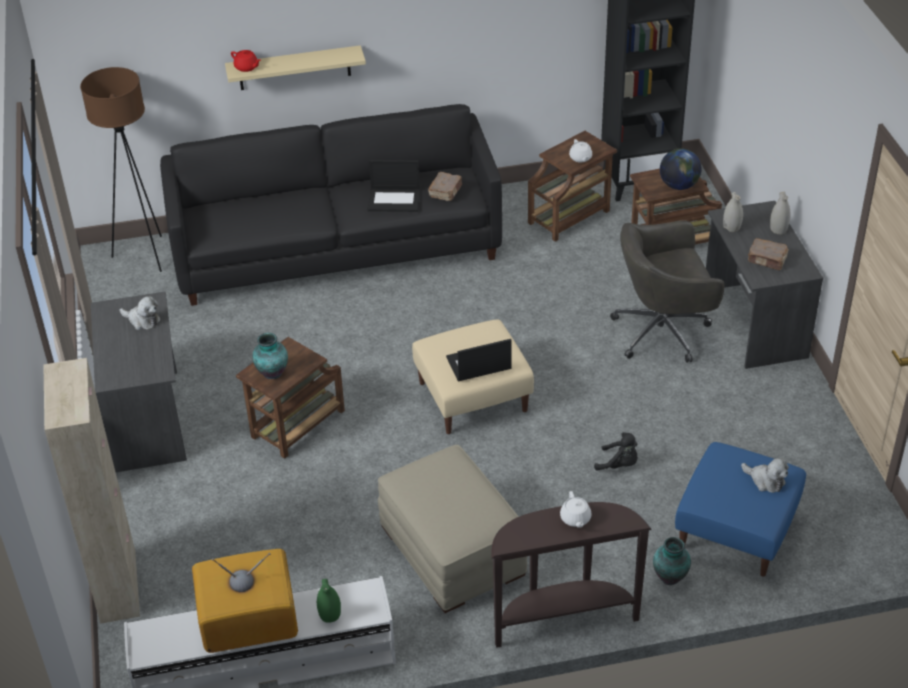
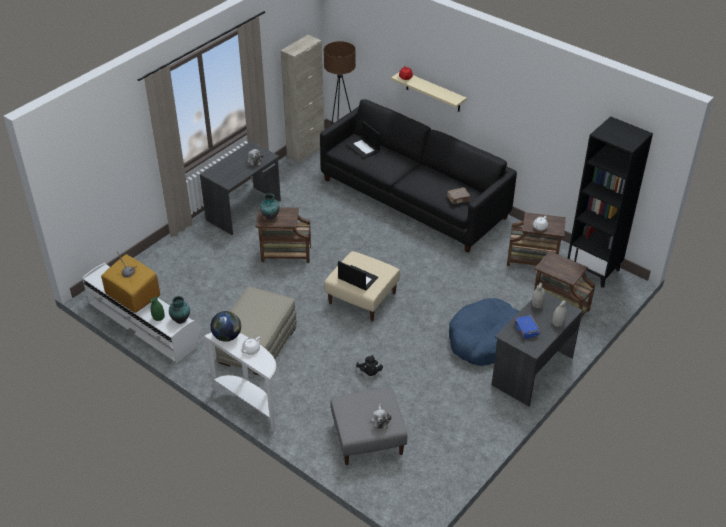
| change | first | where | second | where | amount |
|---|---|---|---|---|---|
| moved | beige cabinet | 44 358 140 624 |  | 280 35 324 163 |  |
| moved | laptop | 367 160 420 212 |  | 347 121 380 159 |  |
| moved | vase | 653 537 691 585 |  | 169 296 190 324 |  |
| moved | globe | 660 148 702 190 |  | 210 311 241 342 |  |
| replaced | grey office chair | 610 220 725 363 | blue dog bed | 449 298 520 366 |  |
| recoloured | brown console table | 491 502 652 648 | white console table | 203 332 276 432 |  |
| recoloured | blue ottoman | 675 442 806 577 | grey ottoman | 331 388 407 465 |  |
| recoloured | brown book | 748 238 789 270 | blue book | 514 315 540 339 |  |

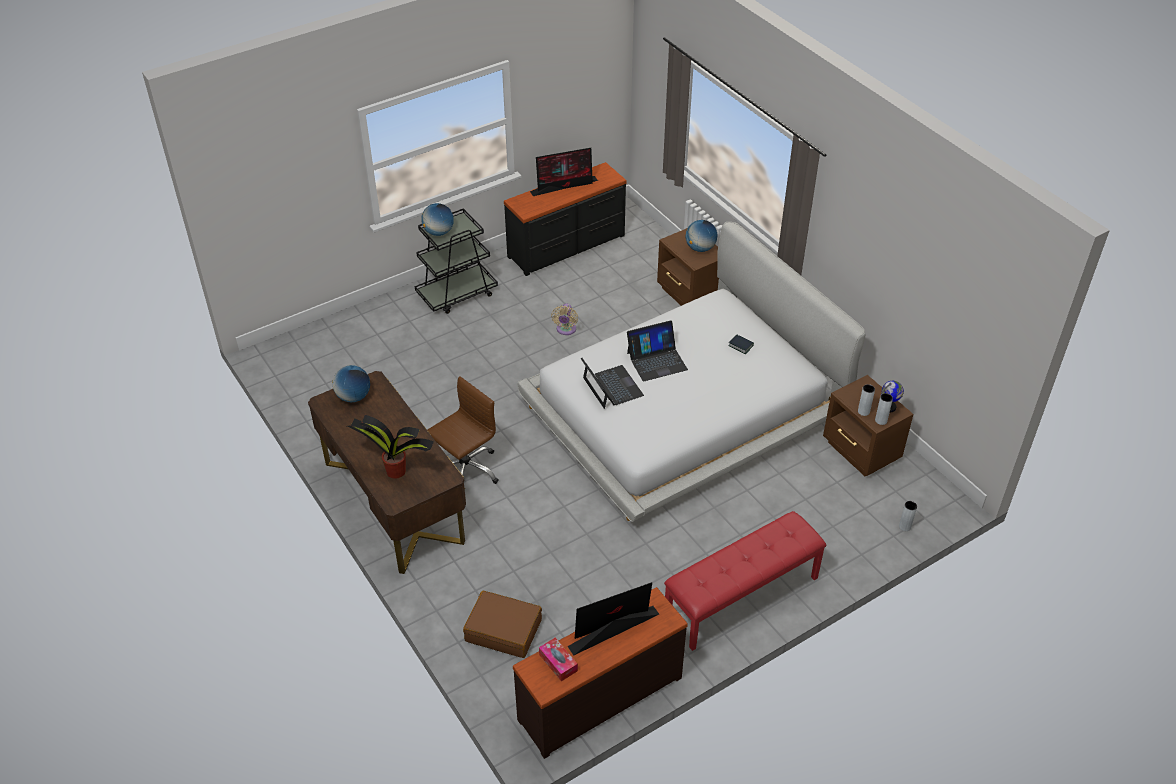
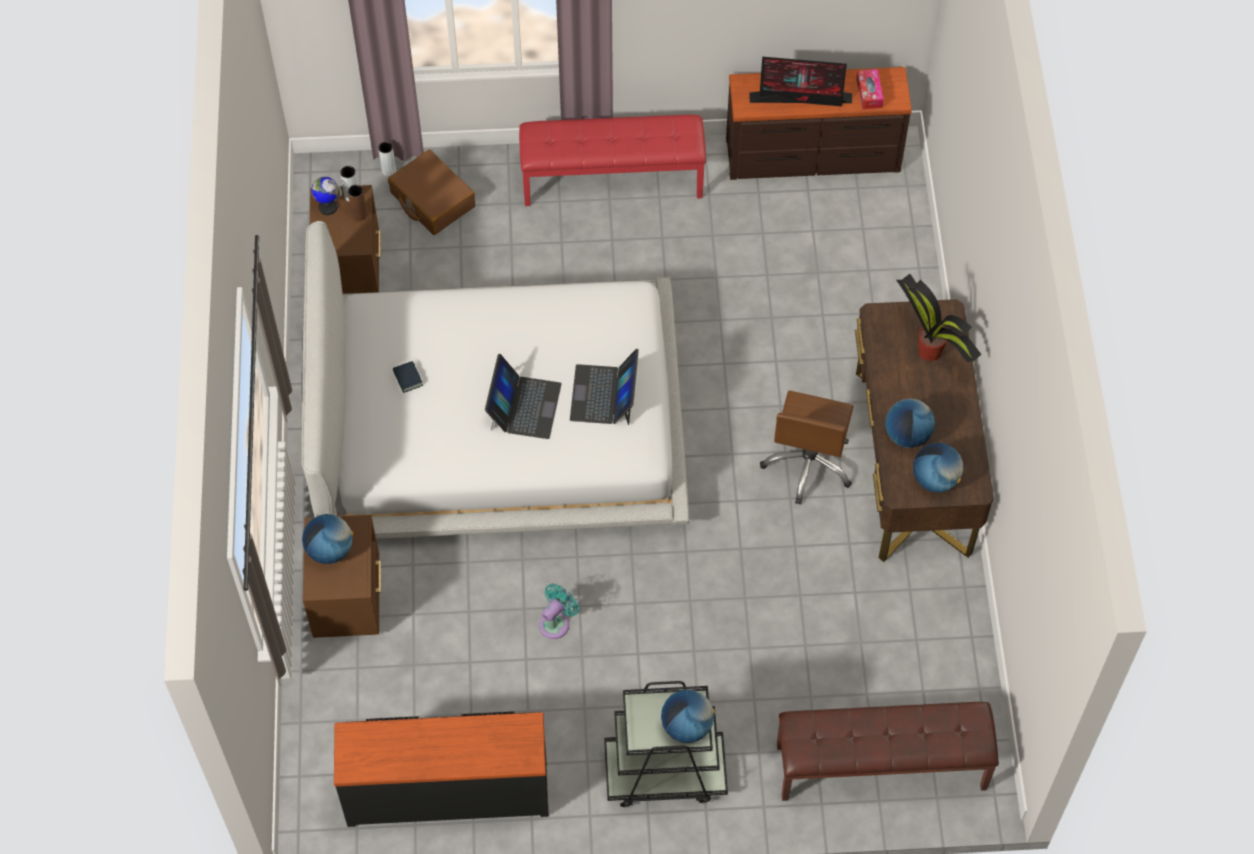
| change | first | where | second | where | amount |
|---|---|---|---|---|---|
| removed | monitor | 530 148 598 196 |  |  |  |
| added |  |  | brown bench | 777 702 999 801 |  |
| added |  |  | globe | 885 399 935 448 |  |
| moved | brown suitcase | 463 591 542 658 |  | 388 150 475 235 |  |
| recoloured | beige fan | 551 303 578 335 | turquoise fan | 539 584 579 639 |  |
| recoloured | grey vase | 858 384 875 416 | brown vase | 348 185 367 221 |  |
| turned | brown office chair | 428 376 499 484 |  | 760 391 853 505 | 60 degrees counterclockwise |
| turned | laptop | 627 320 688 381 |  | 485 354 562 439 | 90 degrees clockwise |

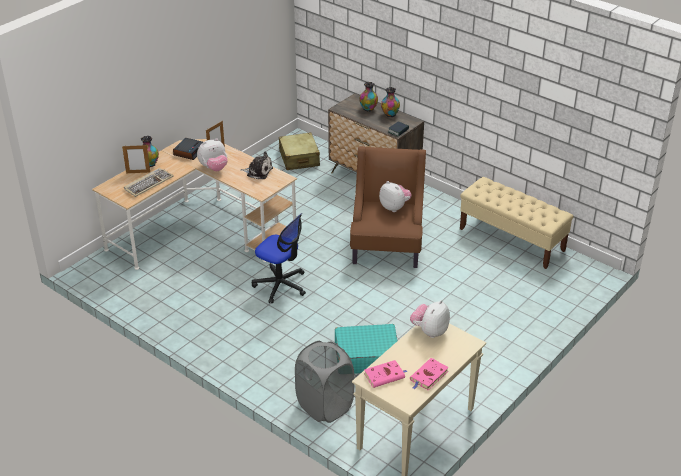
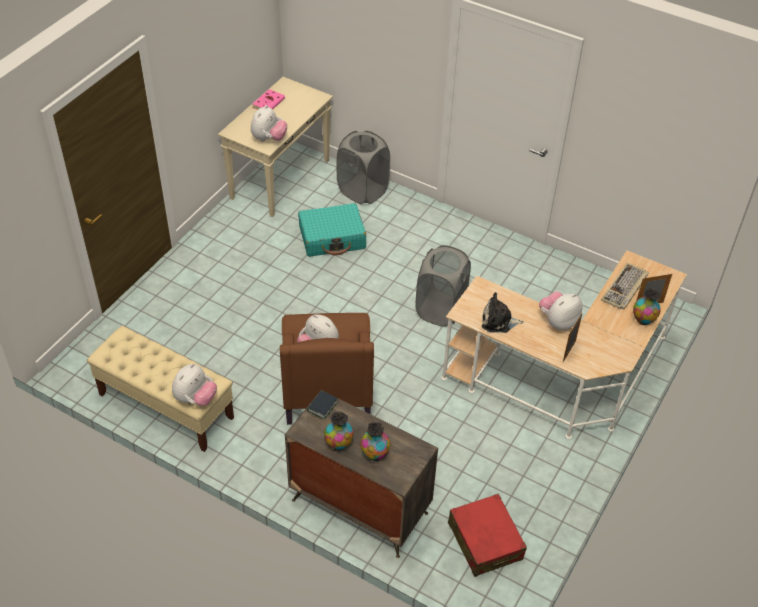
| change | first | where | second | where | amount |
|---|---|---|---|---|---|
| removed | alarm clock | 173 138 203 160 |  |  |  |
| removed | pink book | 364 360 408 388 |  |  |  |
| added |  |  | plush toy | 172 364 217 406 |  |
| replaced | office chair | 252 213 306 304 | grey laundry basket | 415 245 471 327 |  |
| recoloured | beige suitcase | 279 132 320 170 | red suitcase | 448 494 527 577 |  |

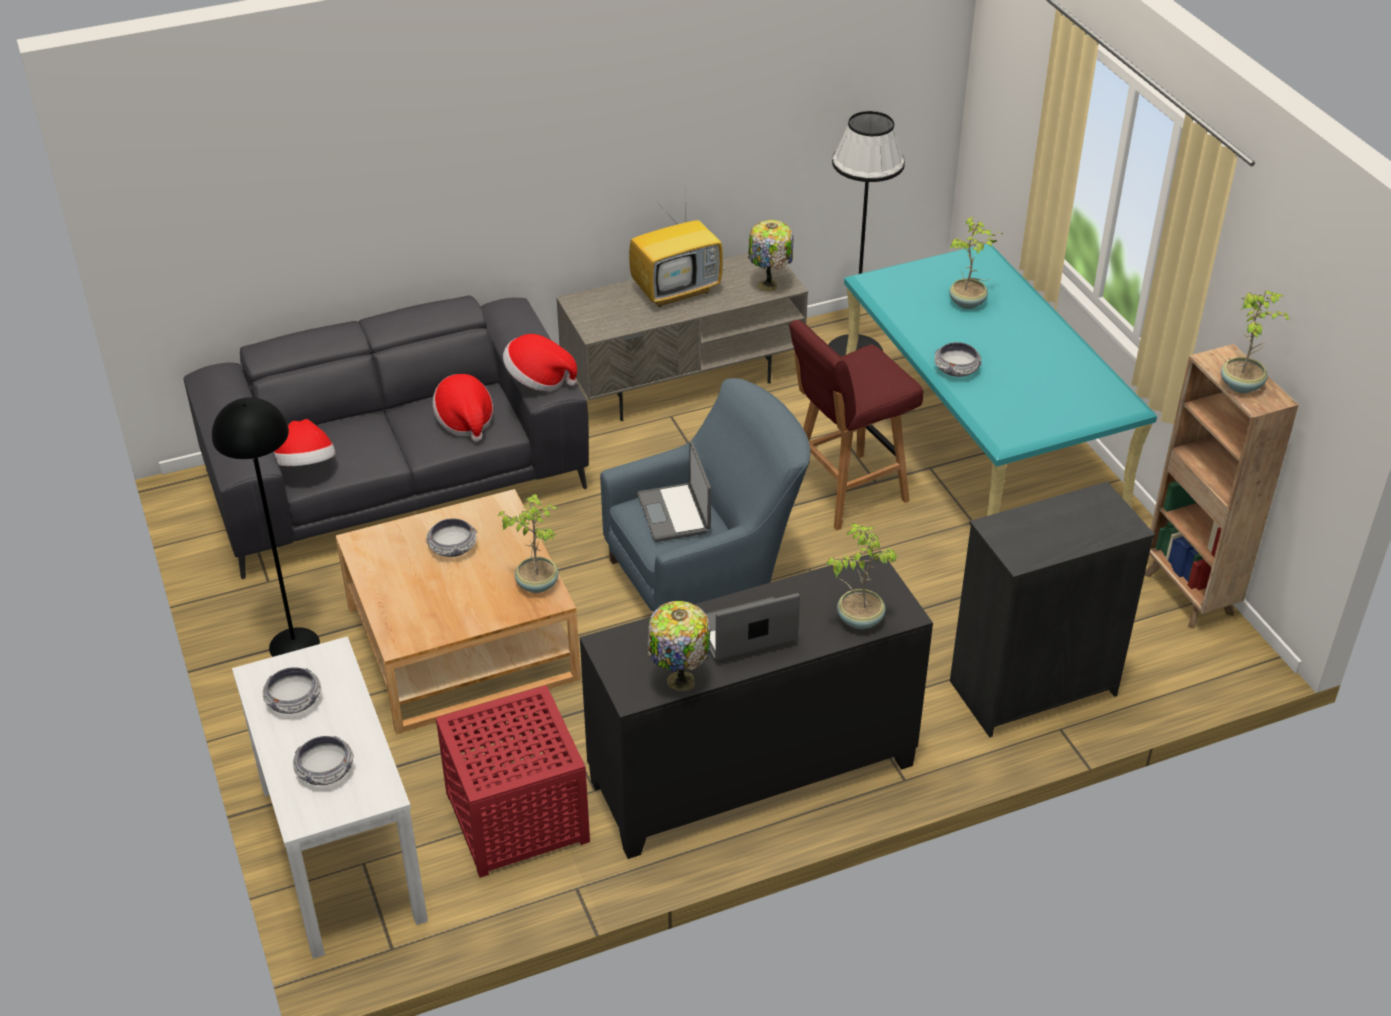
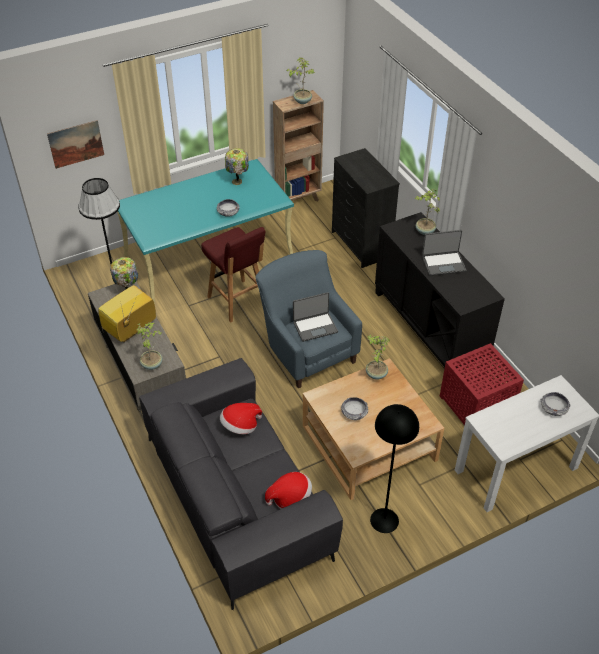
| change | first | where | second | where | amount |
|---|---|---|---|---|---|
| removed | bowl | 263 667 321 714 |  |  |  |
| removed | hat | 503 334 577 391 |  |  |  |
| added |  |  | picture | 47 120 104 169 |  |
| moved | table lamp | 648 601 711 691 |  | 225 148 249 185 |  |
| moved | potted plant | 949 217 1003 309 |  | 136 322 163 370 |  |
| turned | television | 629 199 723 307 |  | 98 285 156 342 | 105 degrees counterclockwise |
| turned | laptop | 706 593 800 663 |  | 422 230 466 276 | 75 degrees counterclockwise |

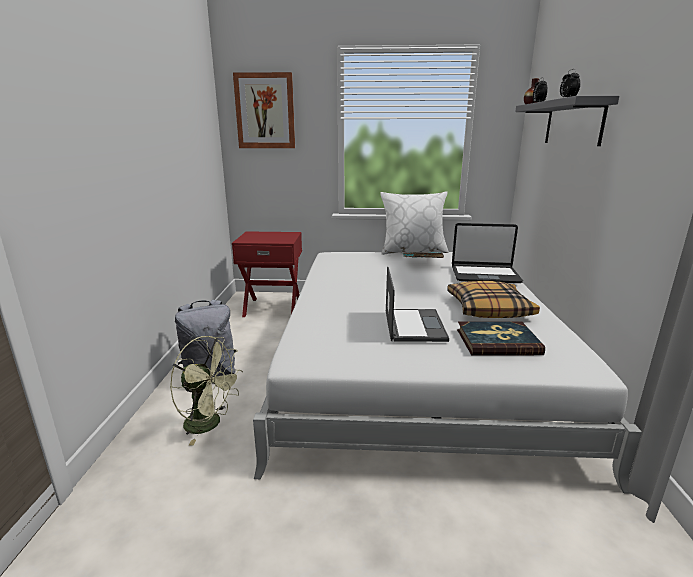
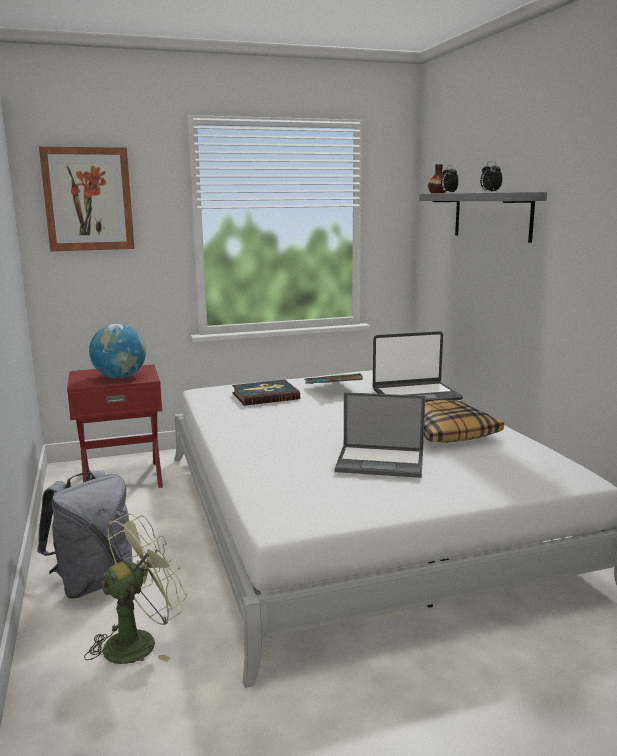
| change | first | where | second | where | amount |
|---|---|---|---|---|---|
| removed | white pillow | 380 191 449 255 |  |  |  |
| added |  |  | globe | 89 324 146 379 |  |
| moved | book | 457 321 545 355 |  | 232 380 300 406 |  |
| turned | green fan | 170 336 243 446 |  | 84 514 187 664 | 45 degrees counterclockwise |
| turned | laptop | 386 267 449 342 |  | 335 392 425 478 | 120 degrees clockwise |

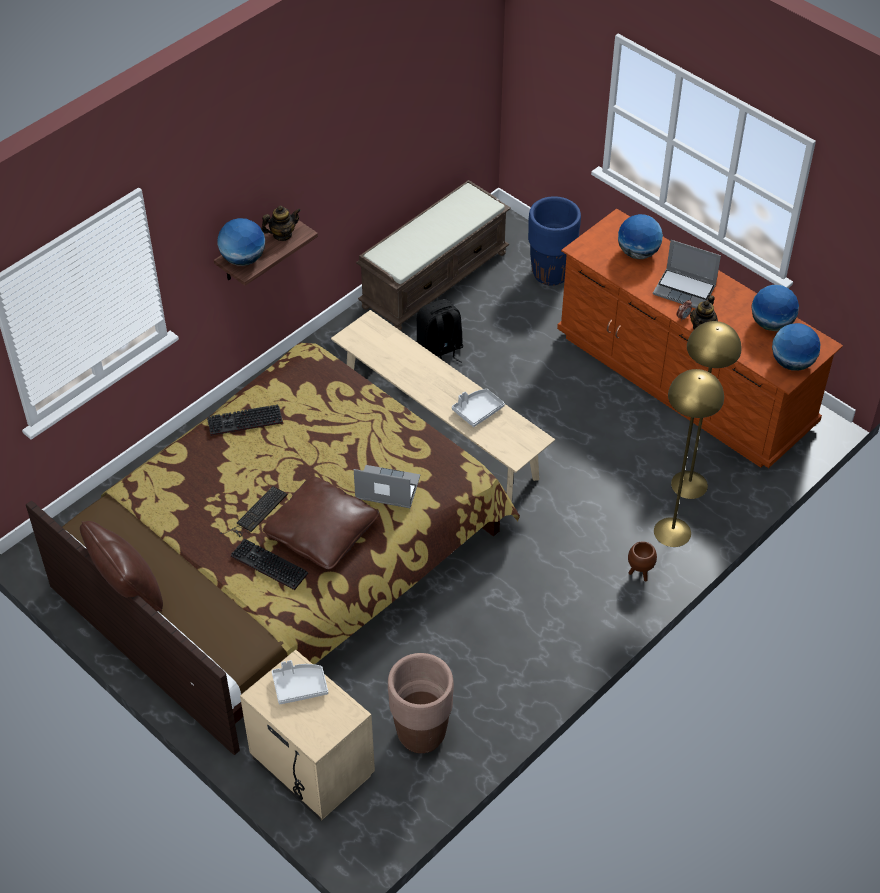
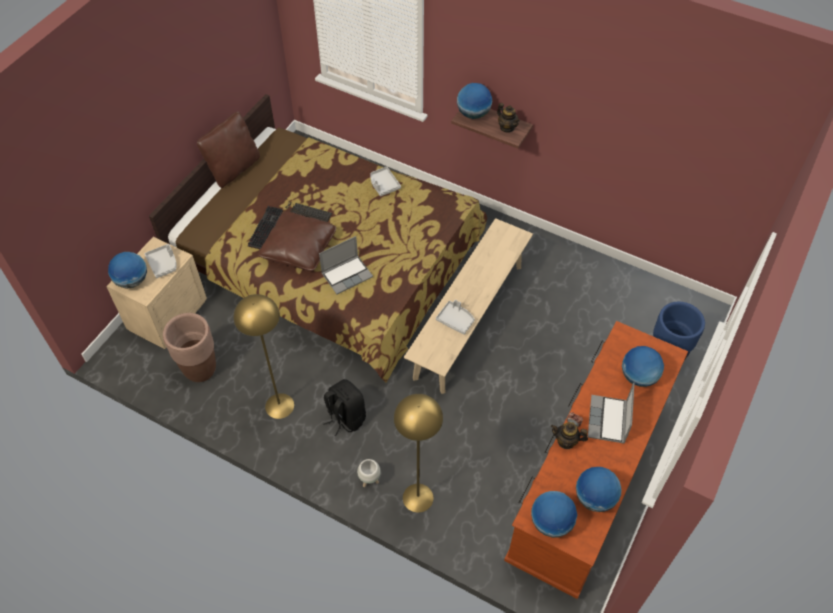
| change | first | where | second | where | amount |
|---|---|---|---|---|---|
| removed | brown bench | 356 180 511 331 |  |  |  |
| added |  |  | globe | 108 252 147 289 |  |
| moved | black backpack | 417 299 463 363 |  | 323 379 366 437 |  |
| moved | yellow floor lamp | 671 321 742 499 |  | 234 294 294 419 |  |
| replaced | keyboard | 207 404 283 436 | grey tray | 370 166 401 196 |  |
| recoloured | brown planter | 628 541 657 582 | white planter | 357 459 381 487 |  |
| turned | laptop | 354 465 420 508 |  | 319 236 373 294 | 60 degrees clockwise |

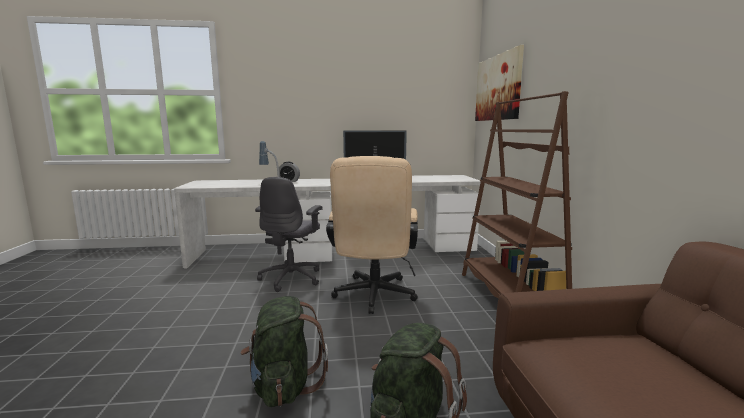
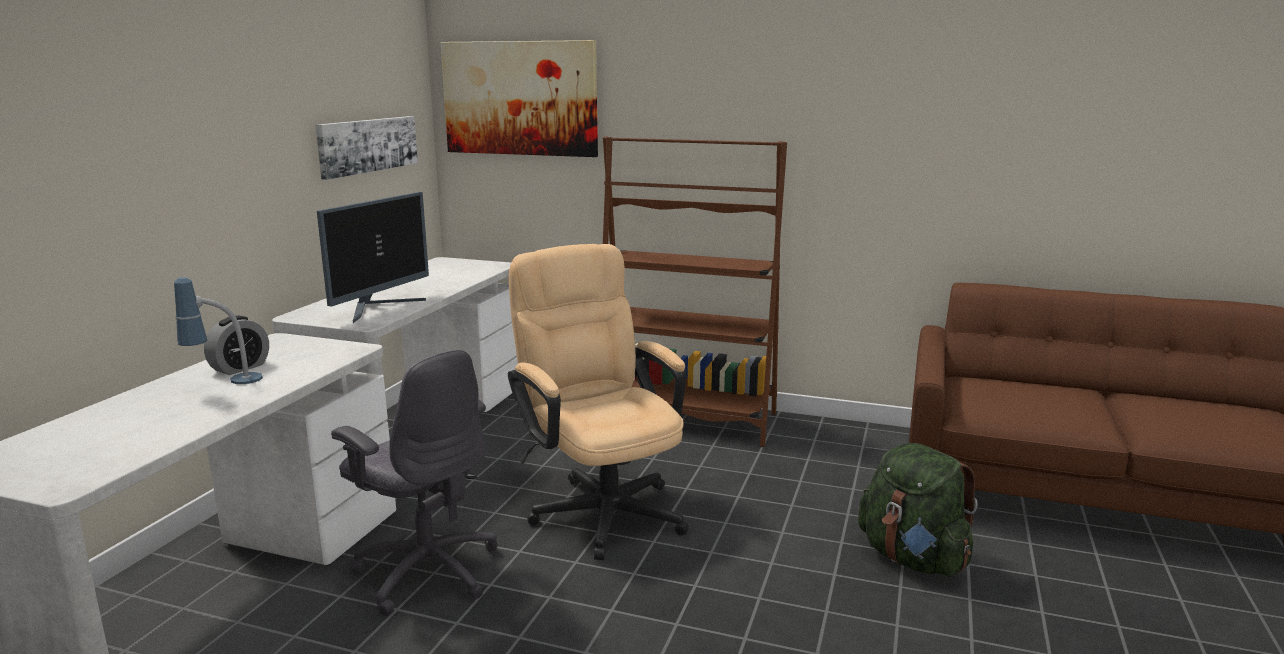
| change | first | where | second | where | amount |
|---|---|---|---|---|---|
| removed | green backpack | 240 296 328 407 |  |  |  |
| added |  |  | picture | 315 116 418 180 |  |
| turned | beige office chair | 326 156 418 314 |  | 508 244 689 560 | 150 degrees counterclockwise |

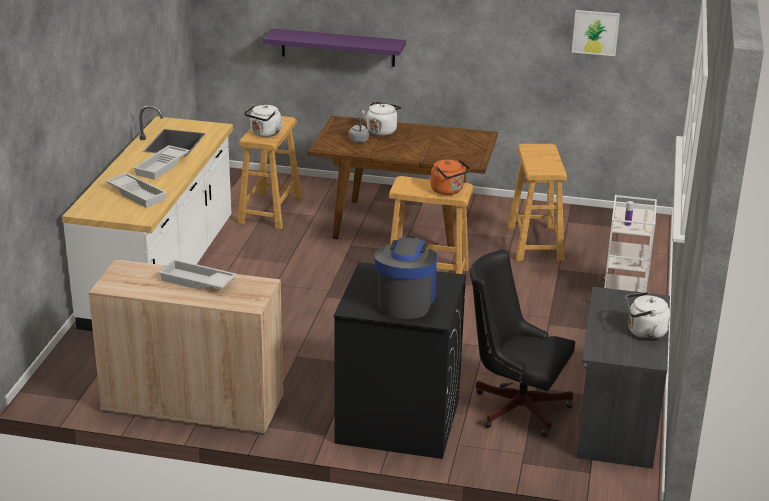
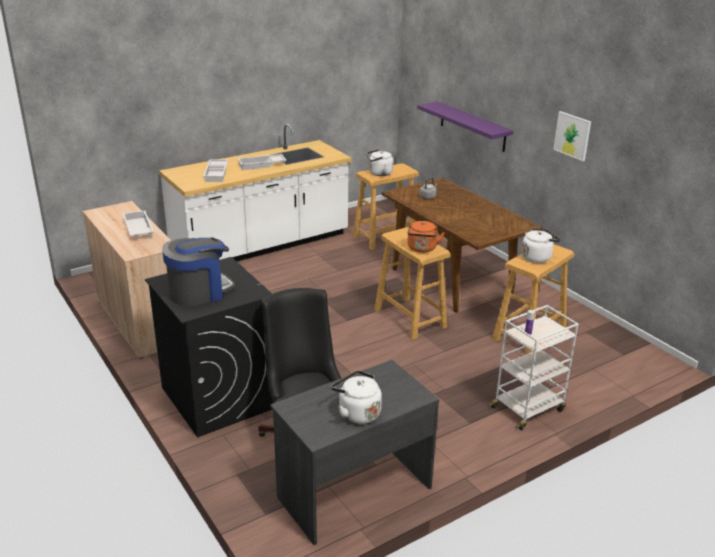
| change | first | where | second | where | amount |
|---|---|---|---|---|---|
| moved | white kettle | 362 102 401 136 |  | 522 228 561 263 |  |
| moved | picture | 572 10 620 56 |  | 553 111 591 161 |  |

